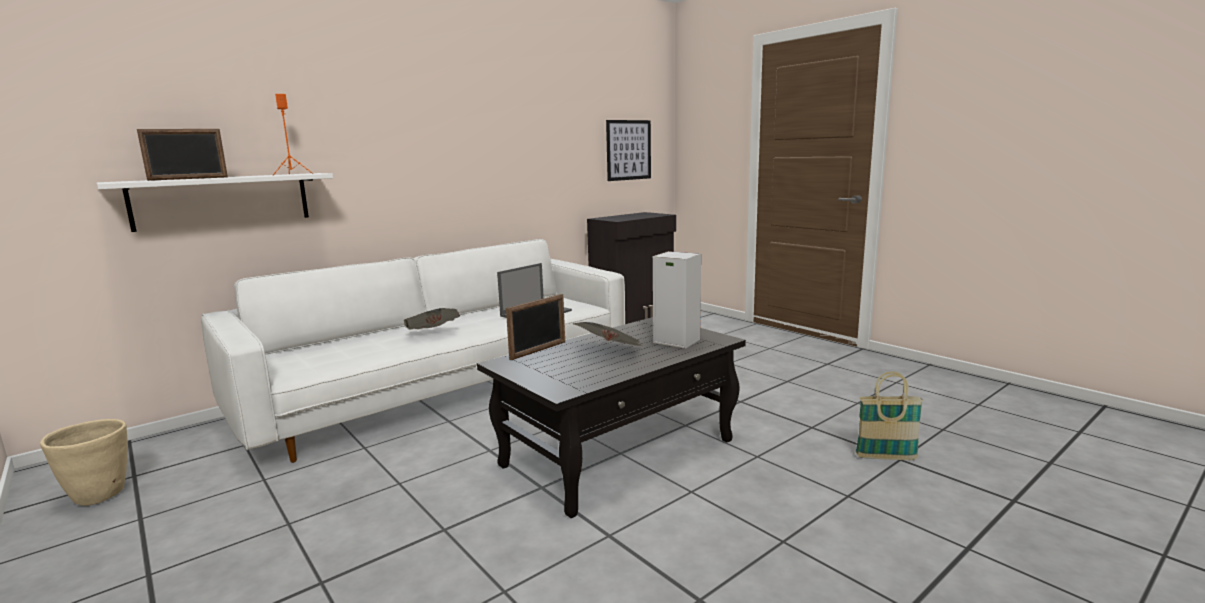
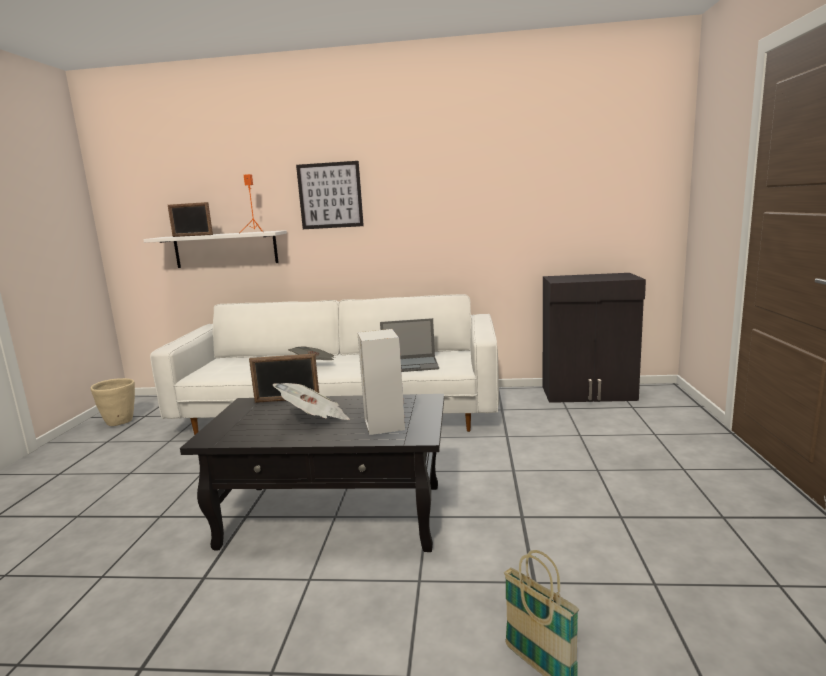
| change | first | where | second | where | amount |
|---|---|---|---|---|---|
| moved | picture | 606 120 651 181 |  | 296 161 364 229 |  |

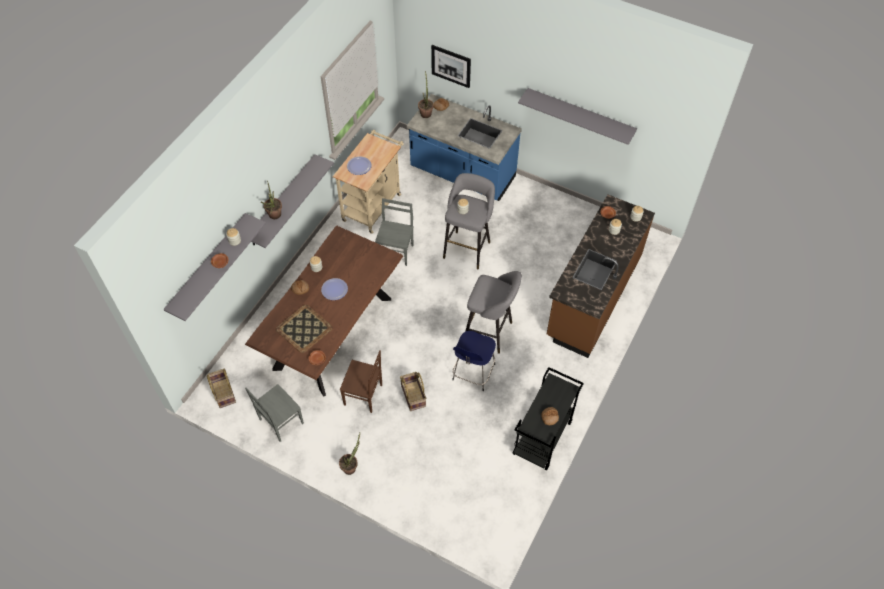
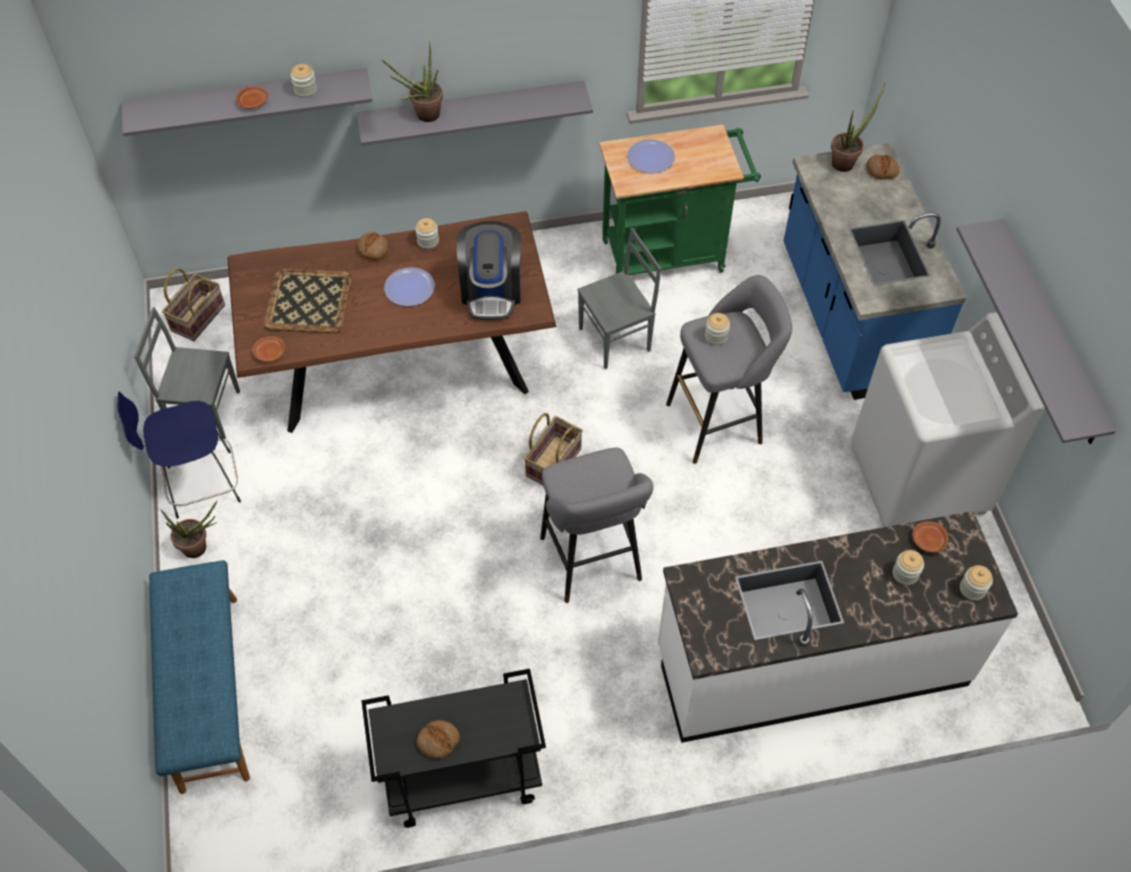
| change | first | where | second | where | amount |
|---|---|---|---|---|---|
| removed | brown chair | 340 350 382 413 |  |  |  |
| removed | picture | 431 45 471 88 |  |  |  |
| added |  |  | blue bench | 149 560 250 794 |  |
| added |  |  | coffee machine | 456 221 521 320 |  |
| added |  |  | white washing machine | 851 312 1044 527 |  |
| moved | basket | 400 372 426 411 |  | 524 413 583 485 |  |
| moved | blue stool | 452 331 496 391 |  | 117 392 241 519 |  |
| recoloured | beige cart | 333 130 404 234 | green cart | 599 124 761 275 |  |
| recoloured | brown counter | 547 194 655 358 | white counter | 658 511 1018 743 |  |

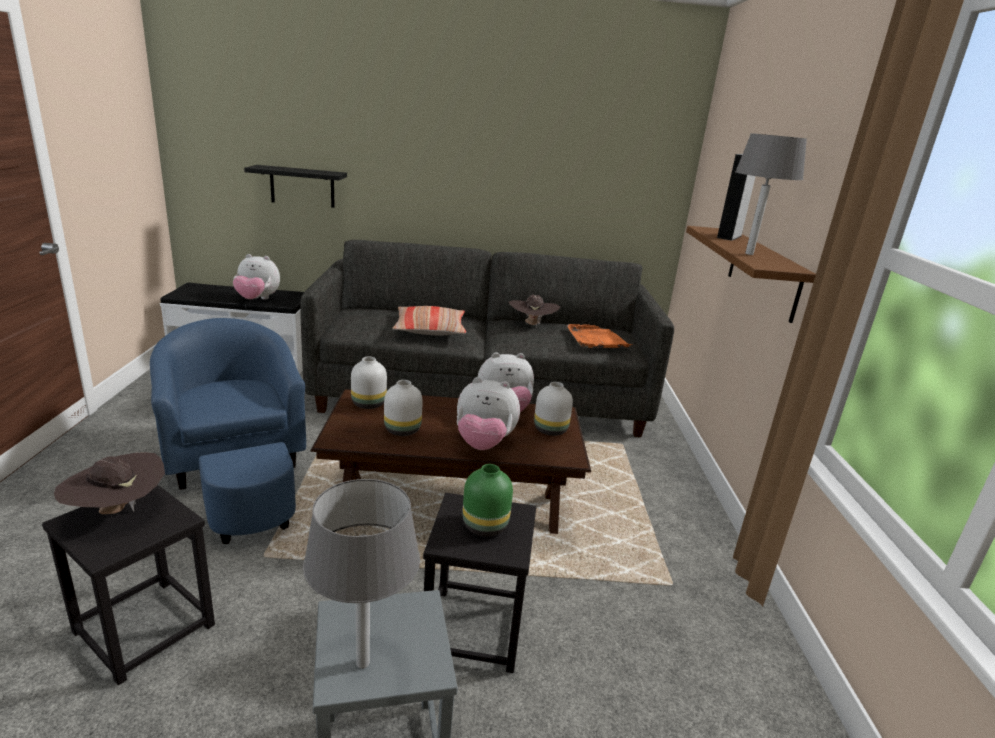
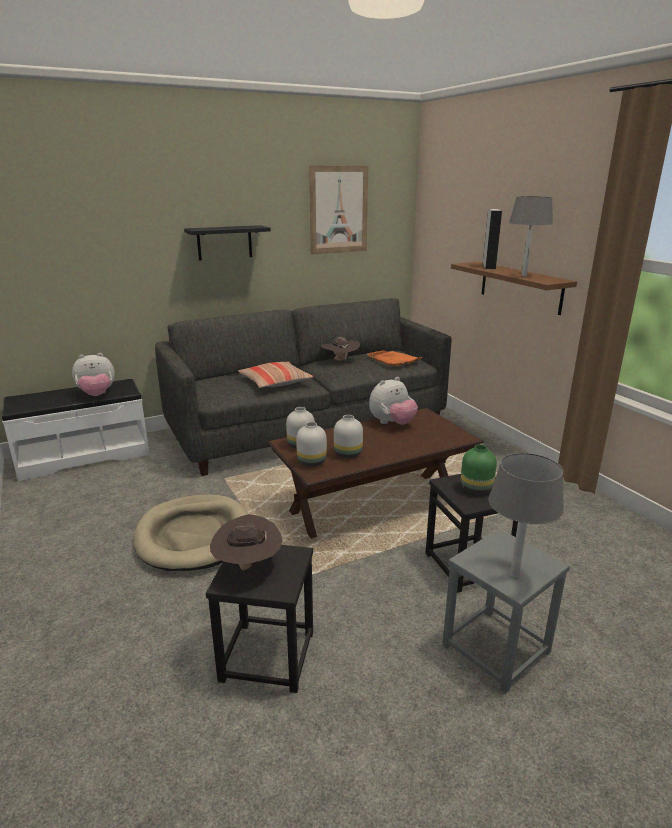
| change | first | where | second | where | amount |
|---|---|---|---|---|---|
| removed | plush toy | 457 377 520 450 |  |  |  |
| added |  |  | picture | 309 165 368 255 |  |
| moved | black shelf | 244 165 347 208 |  | 184 225 271 261 |  |
| moved | white vase | 534 382 573 436 |  | 296 422 327 467 |  |
| replaced | blue armchair | 150 318 306 544 | beige dog bed | 134 495 248 571 |  |

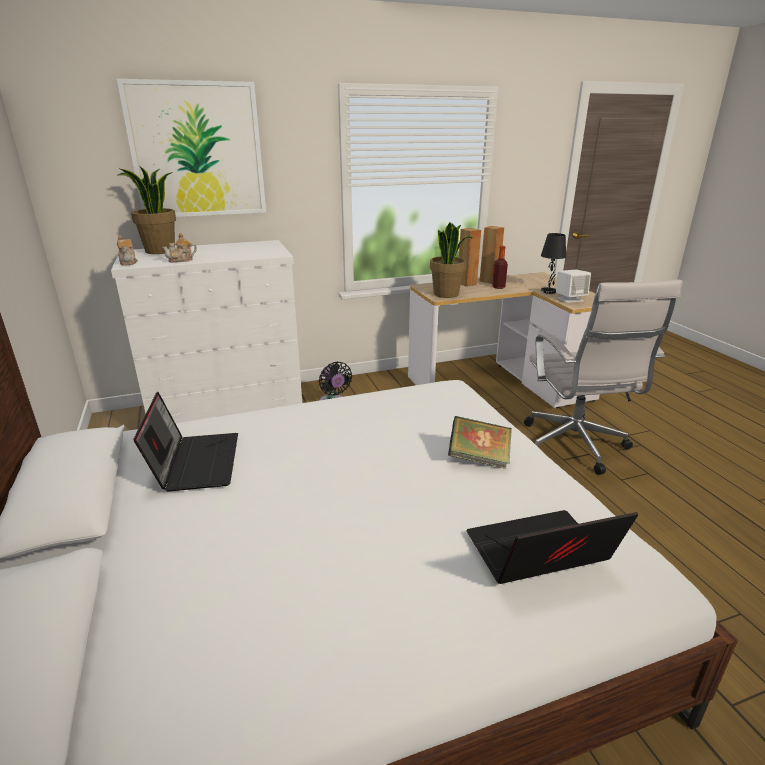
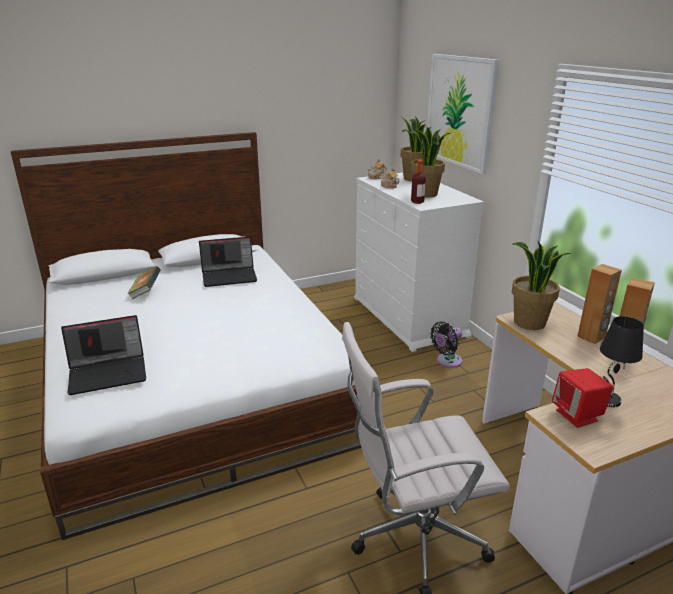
| change | first | where | second | where | amount |
|---|---|---|---|---|---|
| added |  |  | potted plant | 409 127 450 198 |  |
| moved | book | 448 416 512 469 |  | 127 266 161 299 |  |
| moved | bottle | 492 246 508 289 |  | 411 160 426 204 |  |
| recoloured | white speaker | 556 270 591 303 | red speaker | 552 368 613 428 |  |
| turned | laptop | 467 510 638 584 |  | 61 315 146 395 | 90 degrees clockwise |

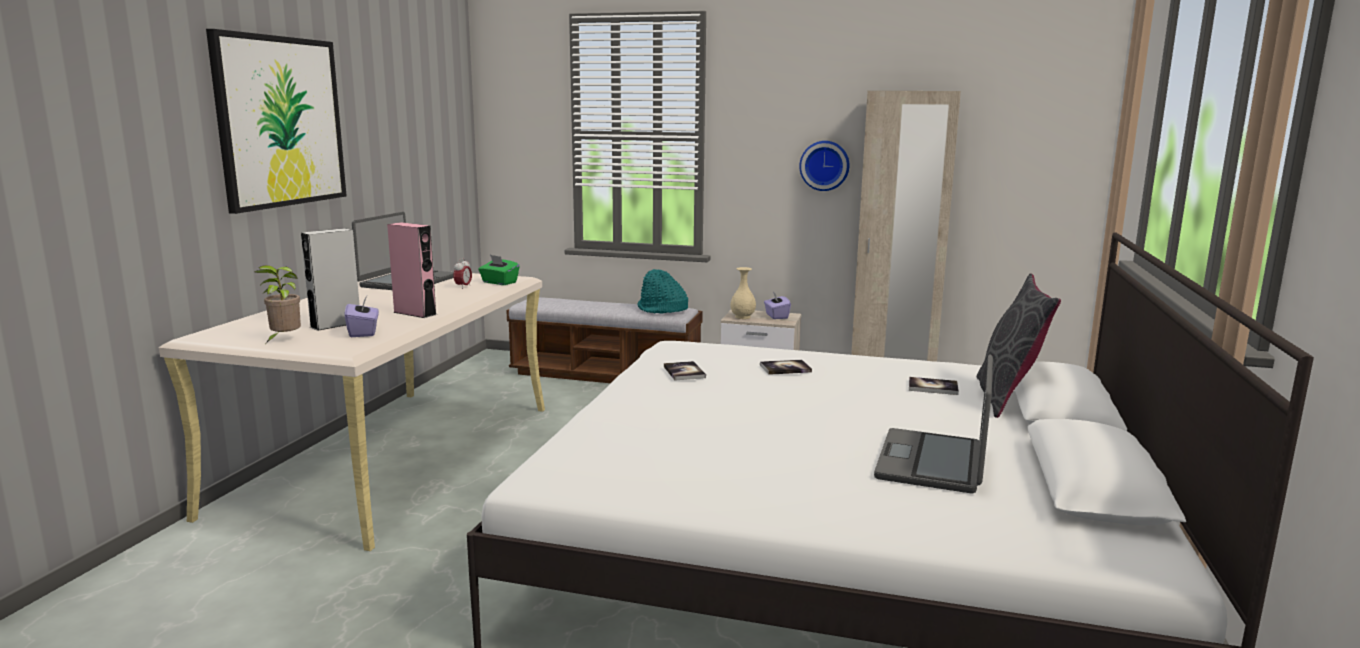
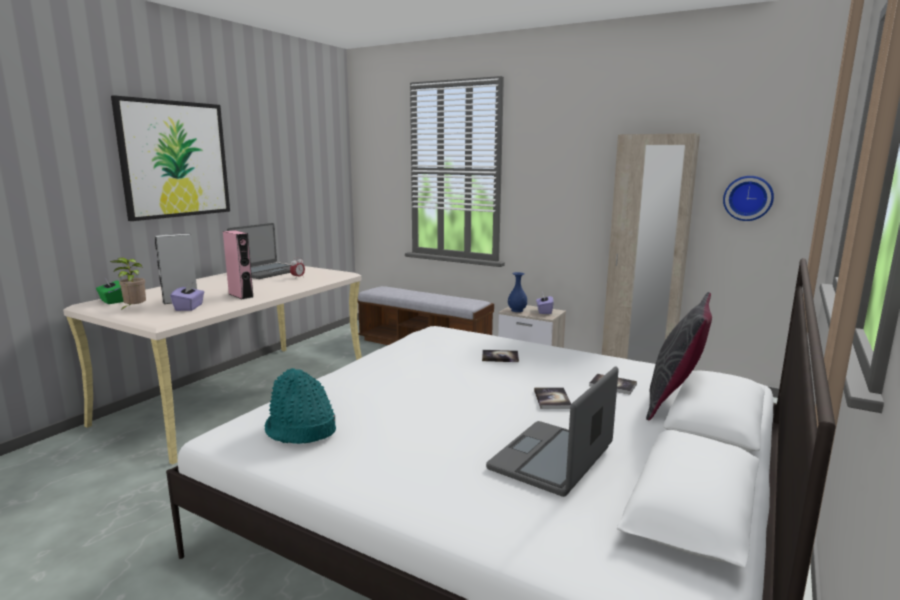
| change | first | where | second | where | amount |
|---|---|---|---|---|---|
| moved | green tissue box | 478 255 520 285 |  | 96 277 124 304 |  |
| moved | turquoise hat | 638 269 688 314 |  | 264 368 336 444 |  |
| moved | book | 664 361 706 380 |  | 534 387 571 409 |  |
| moved | wall clock | 799 141 850 191 |  | 723 176 774 221 |  |
| recoloured | beige vase | 730 267 756 319 | blue vase | 508 272 527 312 |  |

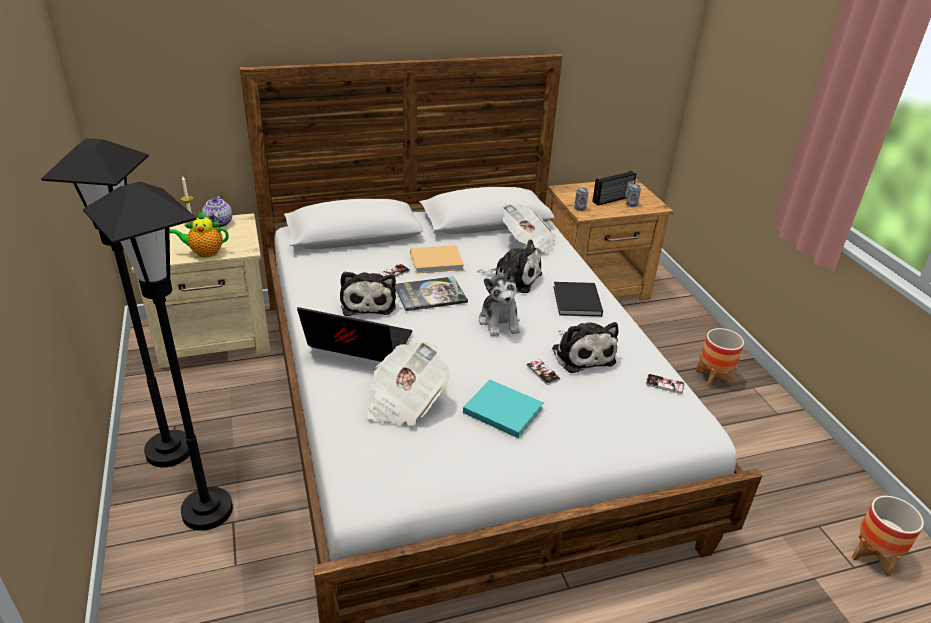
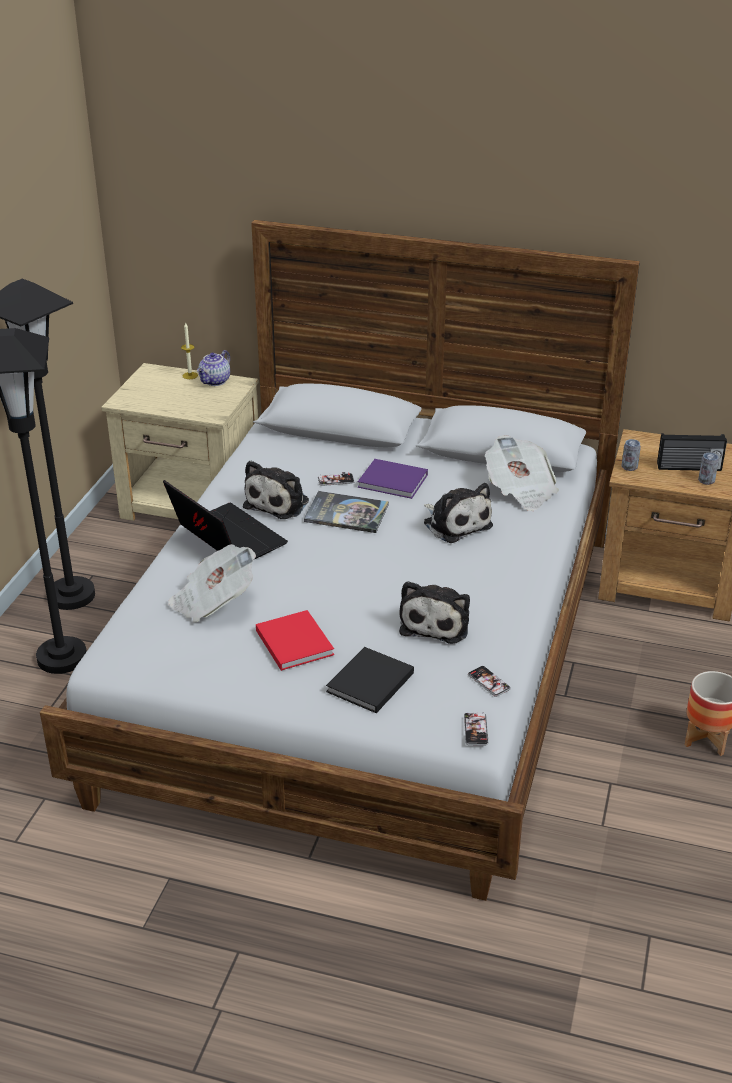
| change | first | where | second | where | amount |
|---|---|---|---|---|---|
| removed | teapot | 169 212 229 258 |  |  |  |
| removed | plush toy | 479 269 520 336 |  |  |  |
| removed | planter | 852 496 924 576 |  |  |  |
| moved | phone | 526 359 560 385 |  | 464 712 488 746 |  |
| moved | black book | 553 282 603 316 |  | 326 647 414 713 |  |
| recoloured | beige book | 410 245 464 273 | purple book | 358 459 428 499 |  |
| recoloured | turquoise book | 463 380 544 438 | red book | 256 610 334 671 |  |

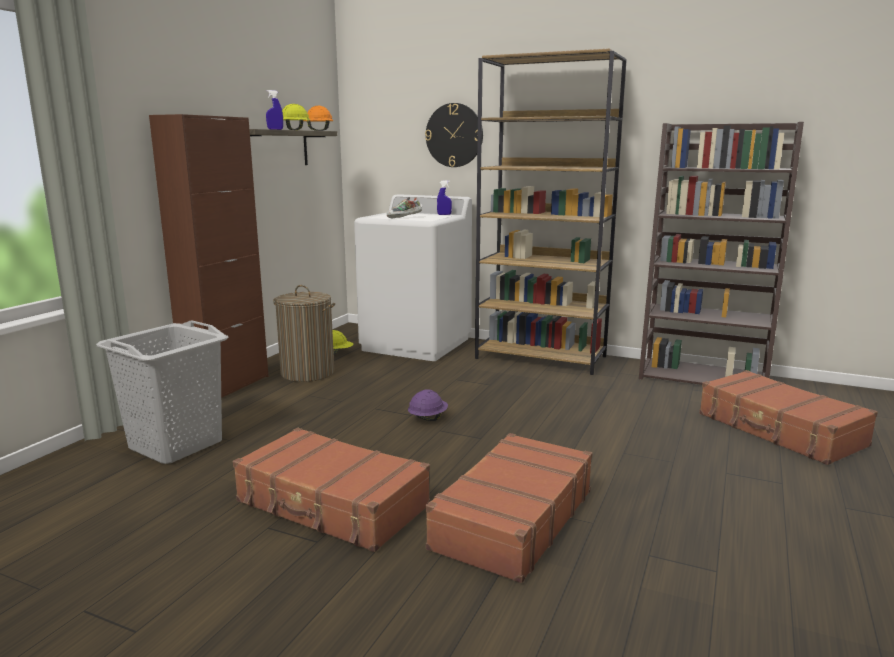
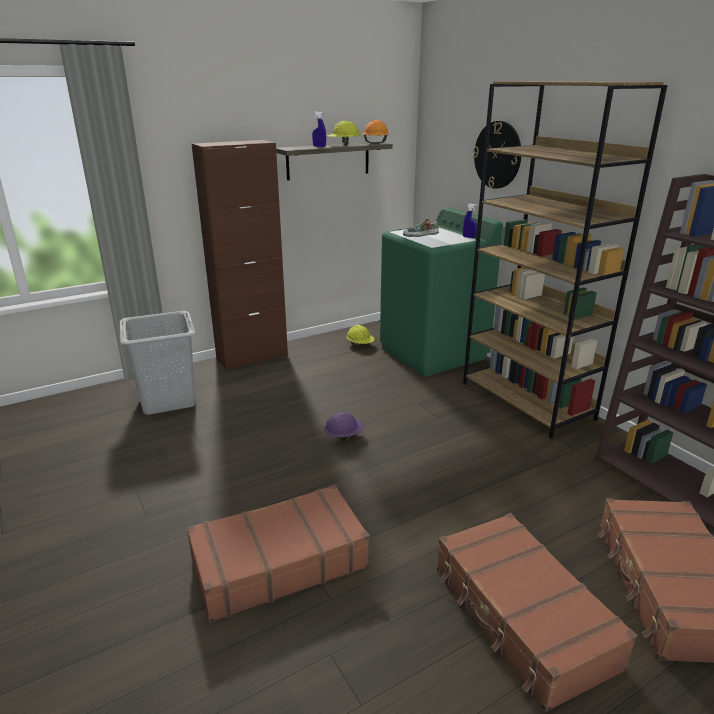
| change | first | where | second | where | amount |
|---|---|---|---|---|---|
| removed | laundry basket | 273 285 335 382 |  |  |  |
| moved | brown suitcase | 233 428 430 552 |  | 437 513 637 712 |  |
| recoloured | white washing machine | 354 194 472 361 | green washing machine | 380 207 503 376 |  |

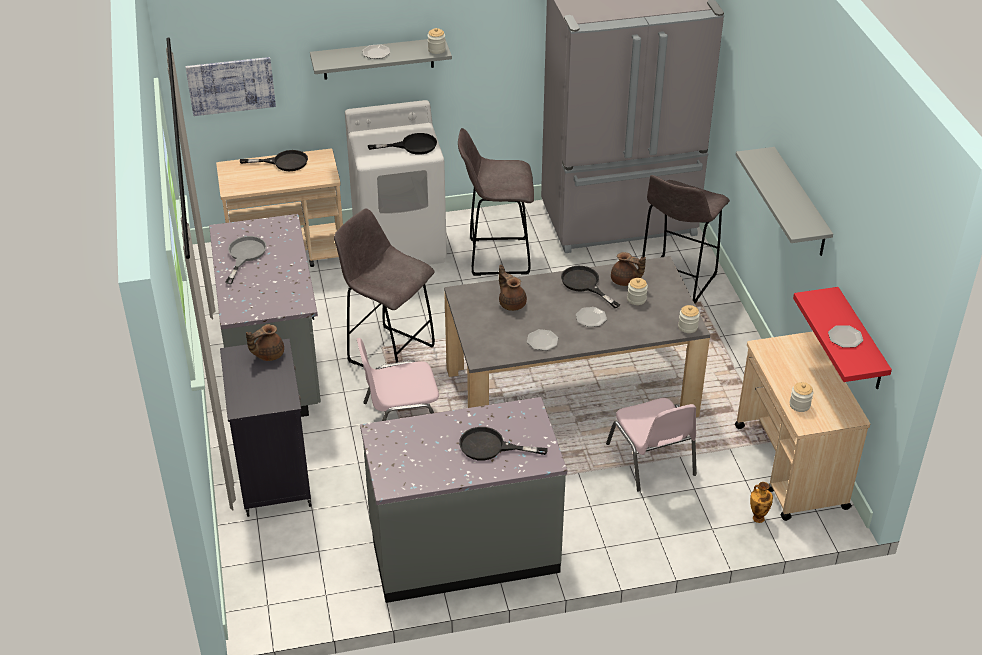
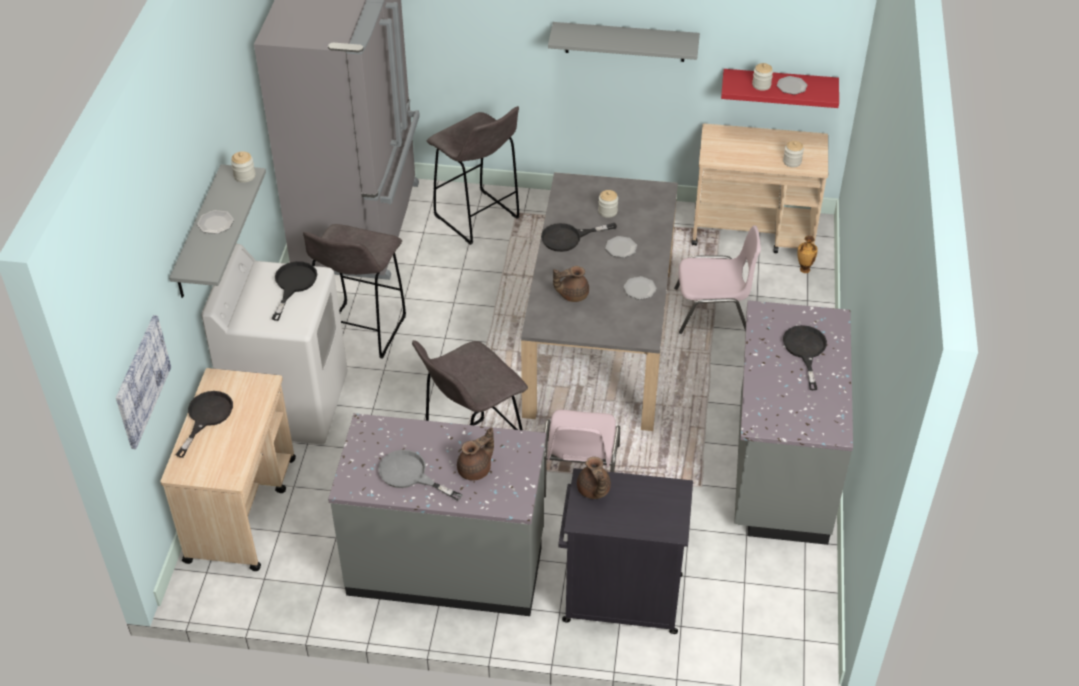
| change | first | where | second | where | amount |
|---|---|---|---|---|---|
| moved | brown teapot | 611 252 646 286 |  | 457 427 494 481 |  |
| moved | jar | 678 305 700 333 |  | 752 63 773 91 |  |
| turned | black frying pan | 459 427 548 460 |  | 783 325 827 390 | 150 degrees clockwise |

